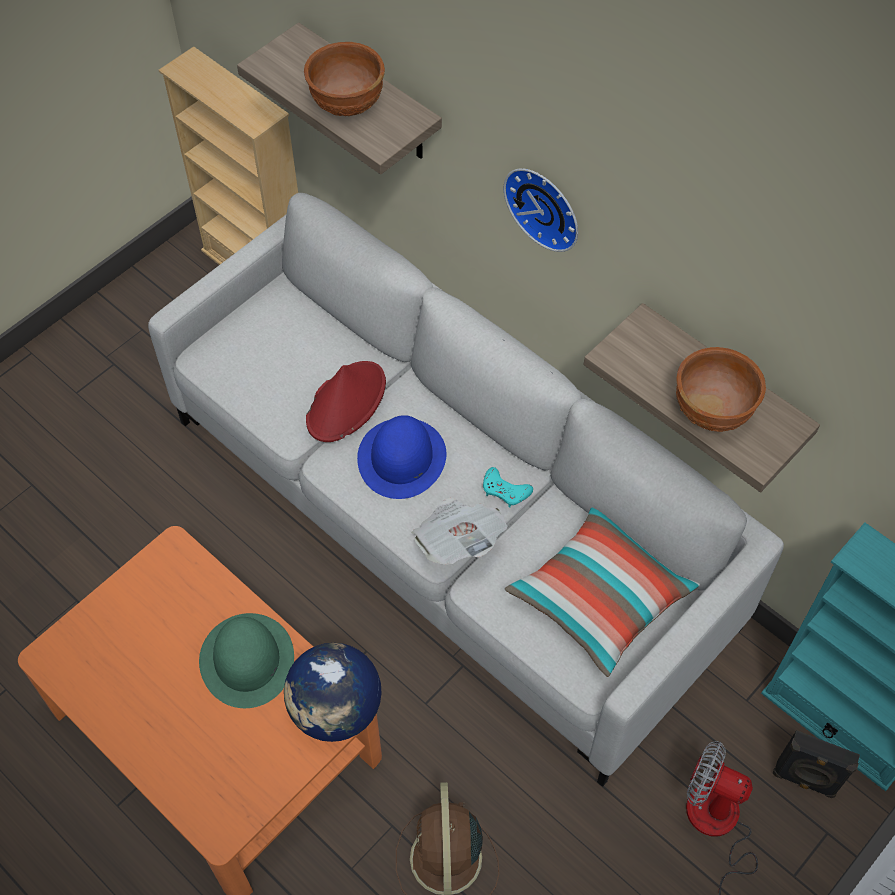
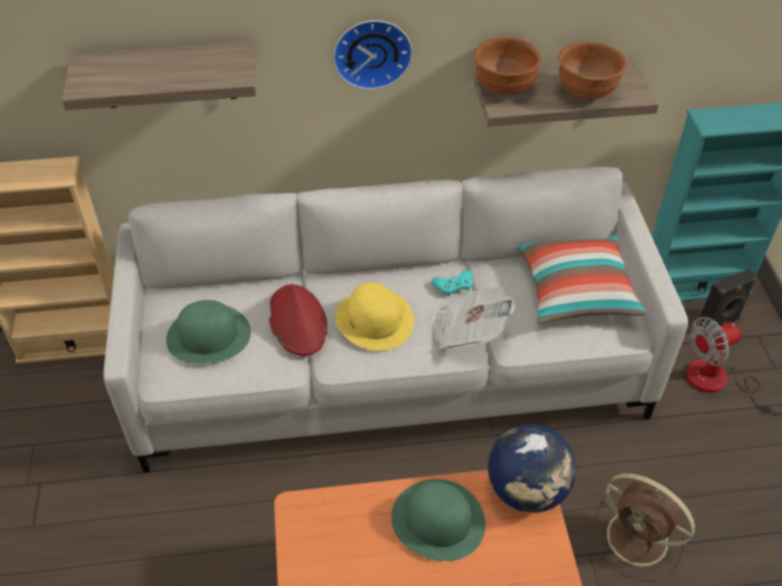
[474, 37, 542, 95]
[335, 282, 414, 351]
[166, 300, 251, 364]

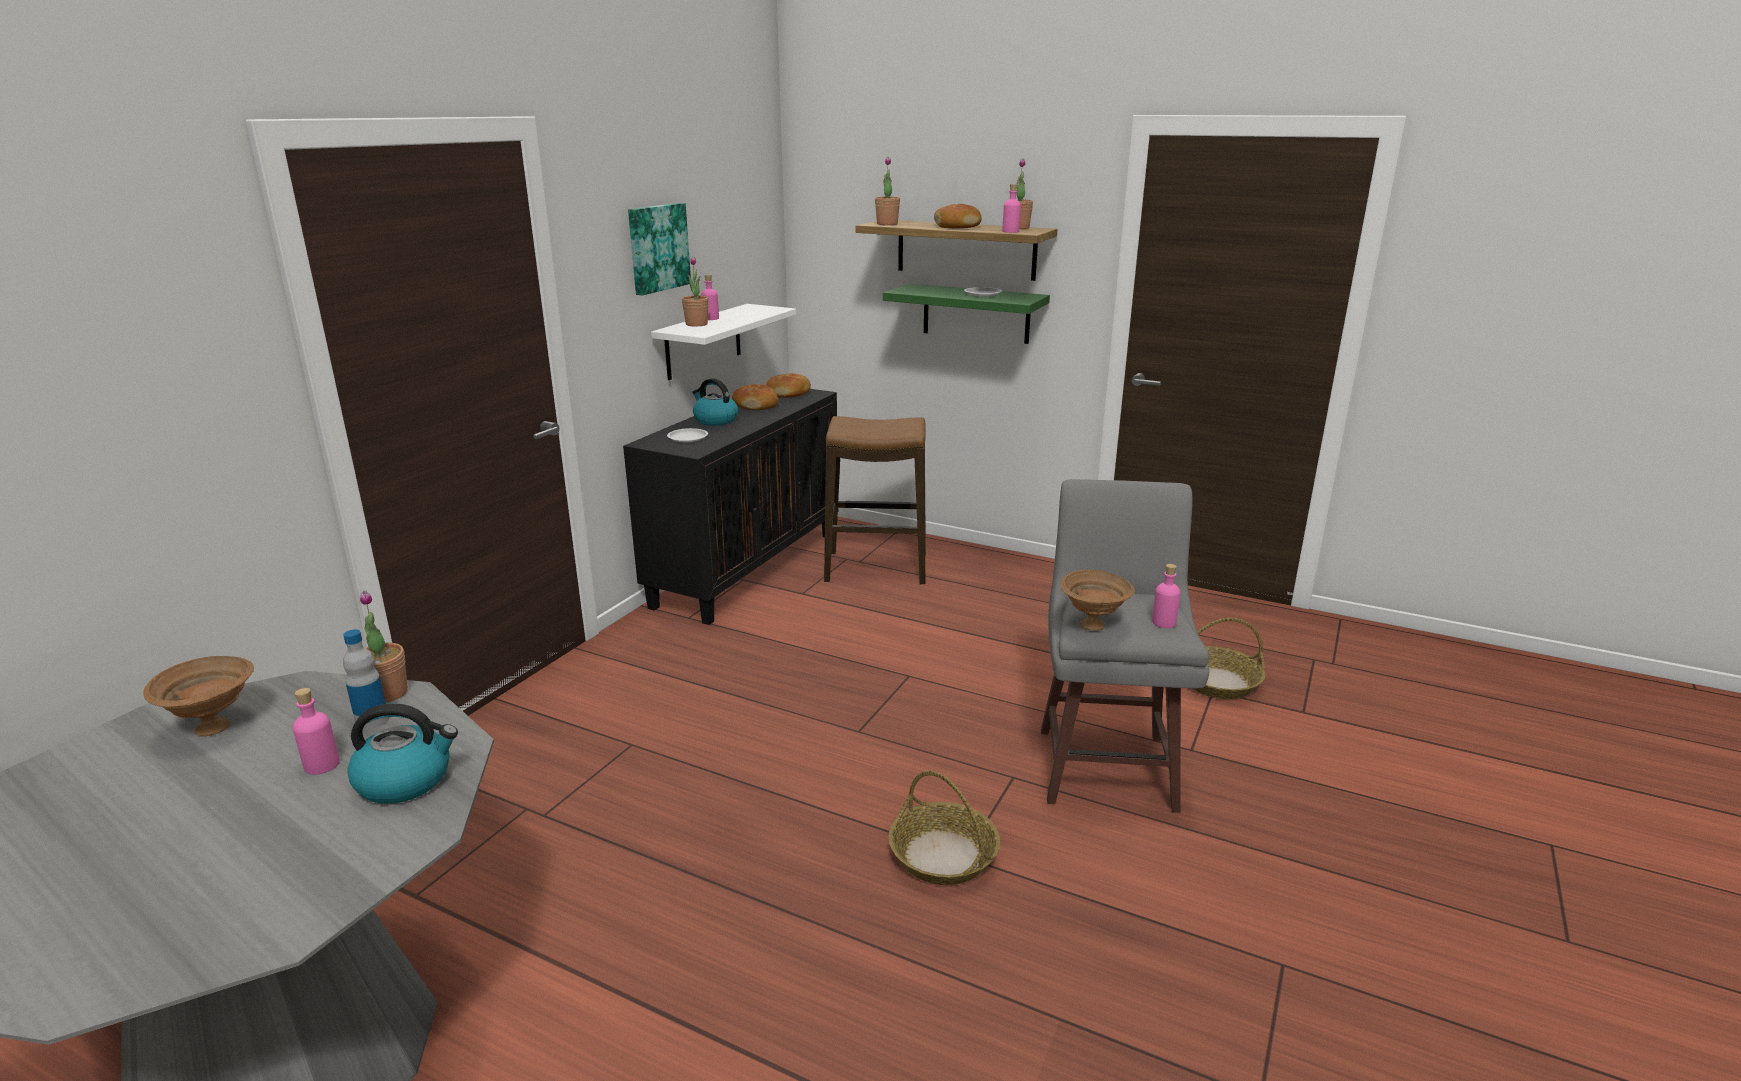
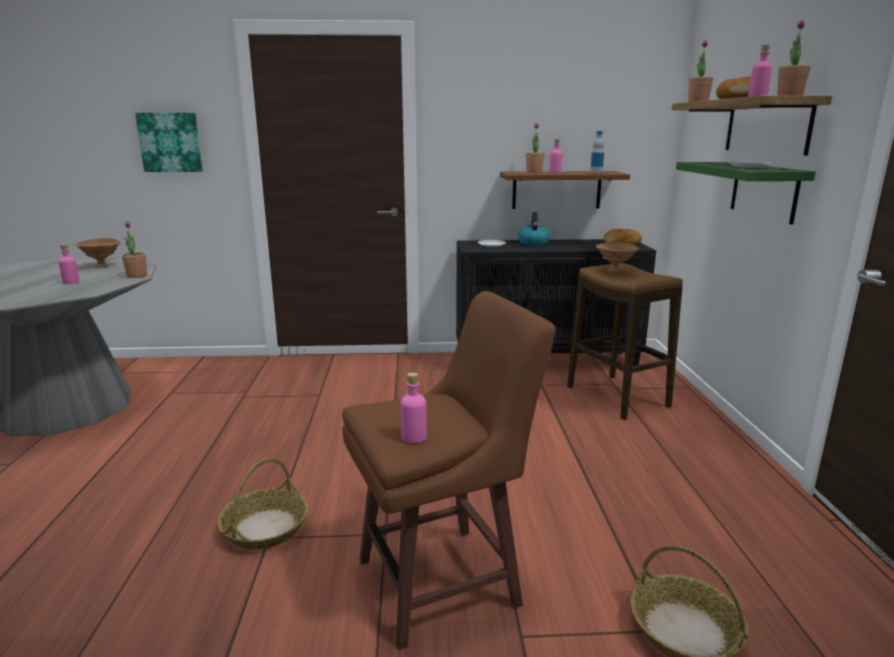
[590, 131, 604, 173]
[347, 703, 458, 804] (first image)
[135, 113, 203, 172]
[500, 171, 630, 209]
[732, 384, 778, 410] (first image)
[342, 291, 556, 650]
[596, 242, 639, 273]

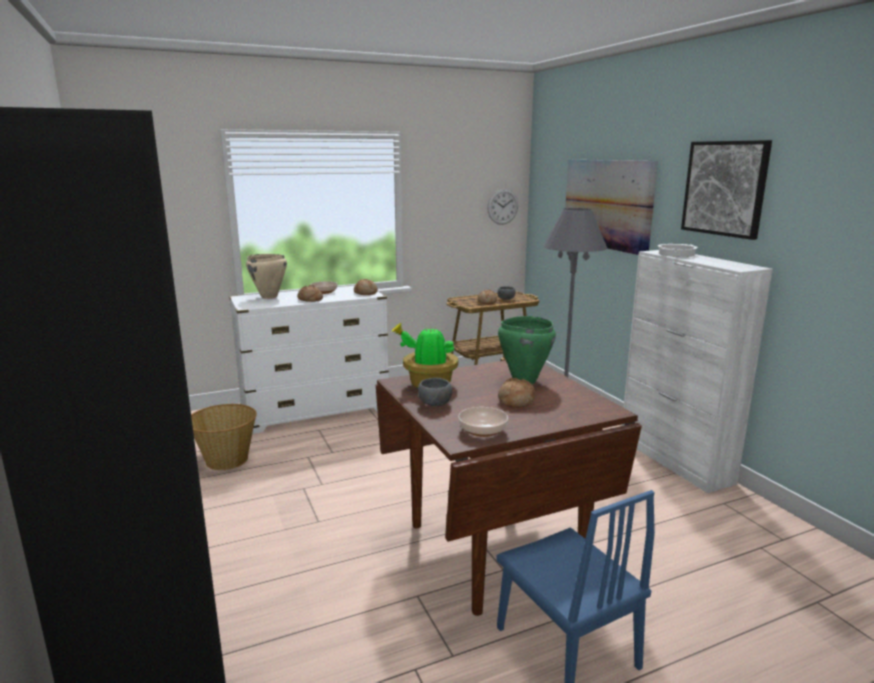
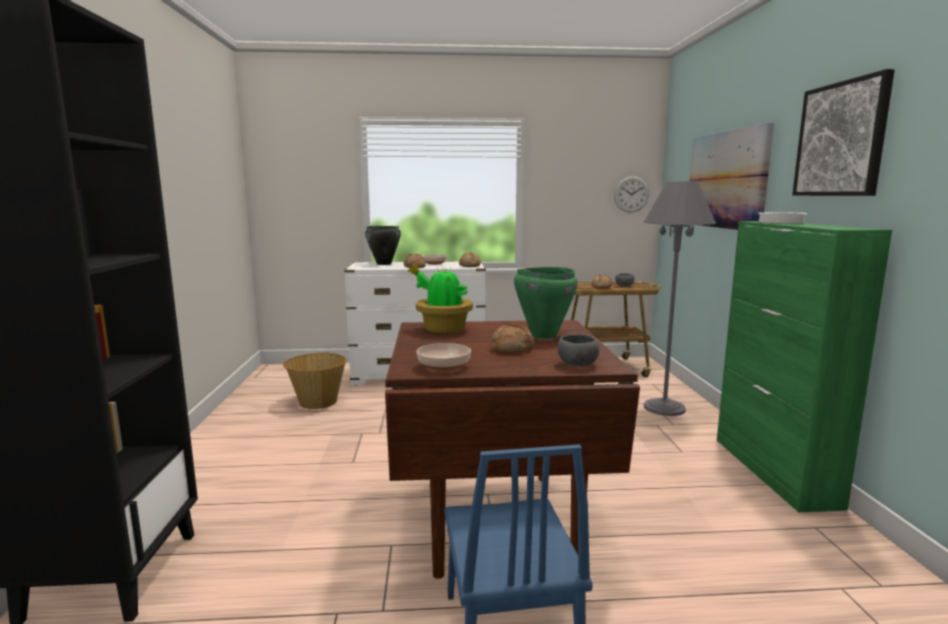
[365, 226, 401, 265]
[557, 334, 599, 367]
[717, 221, 892, 512]

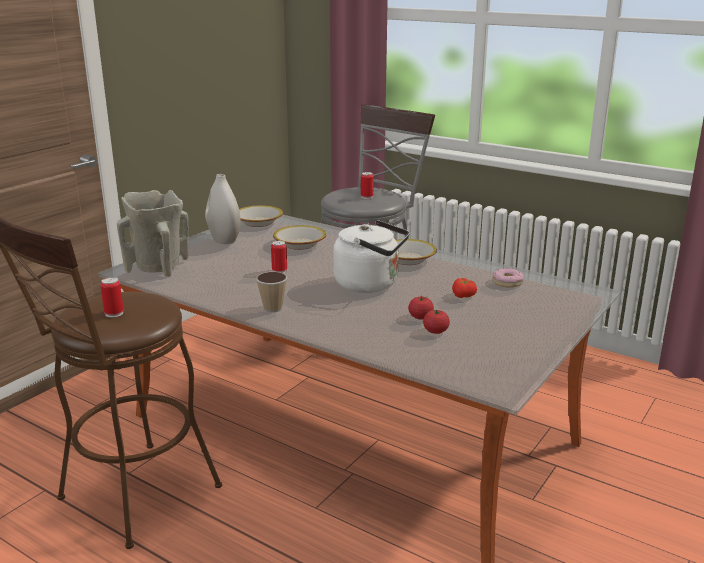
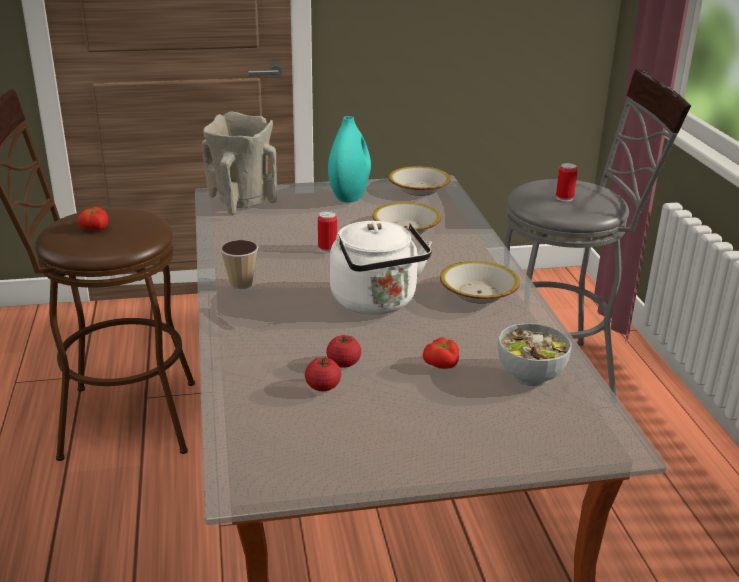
[78, 207, 108, 231]
[328, 116, 371, 202]
[498, 323, 571, 386]

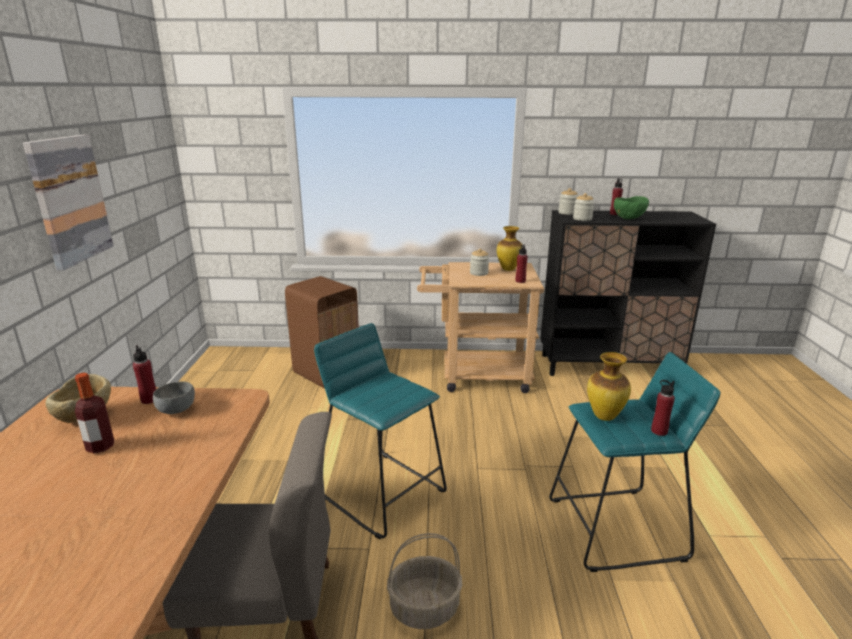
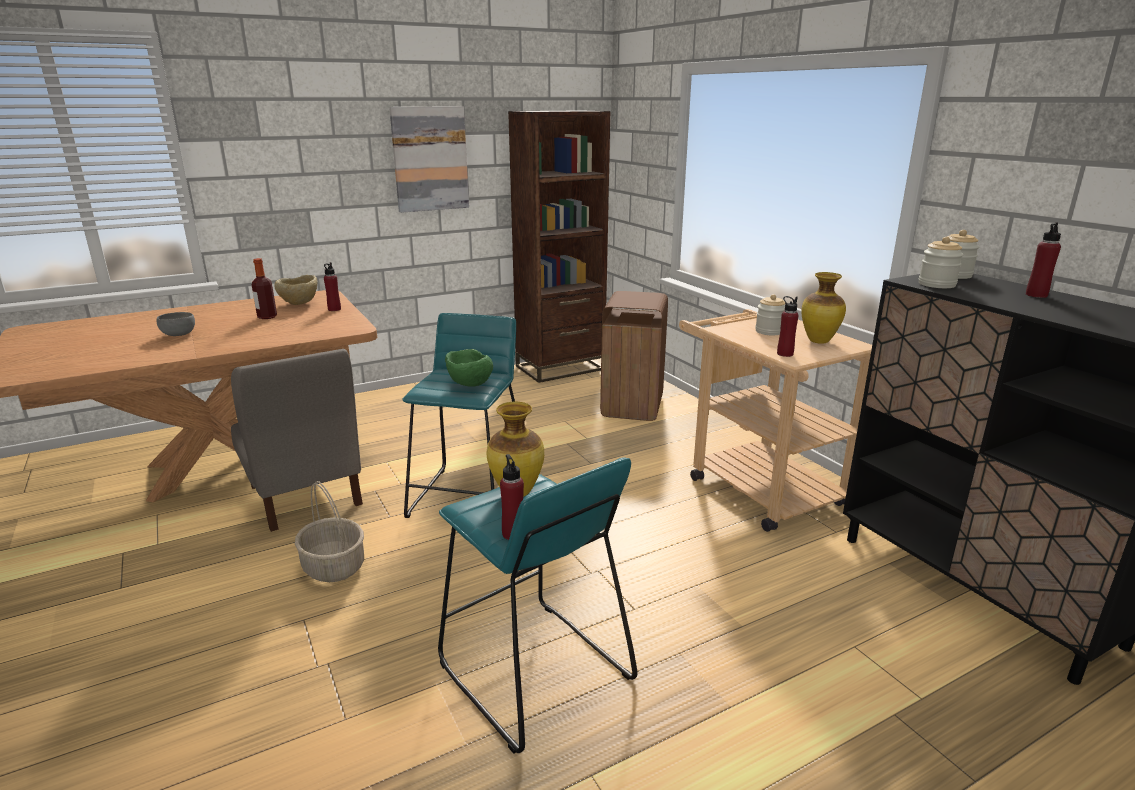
[157, 312, 195, 336]
[445, 349, 493, 387]
[508, 110, 610, 383]

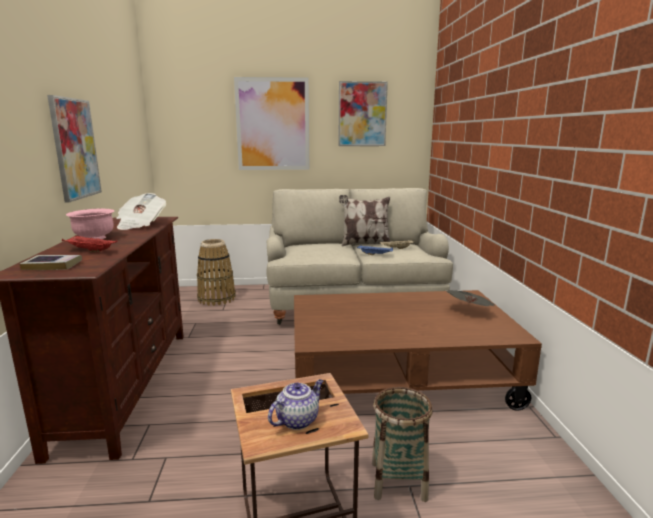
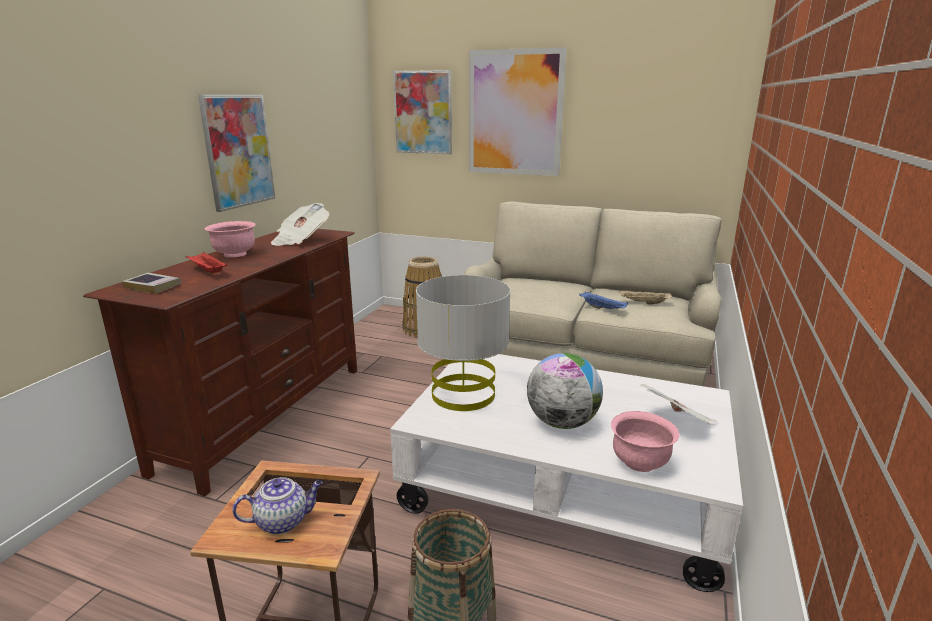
[390, 354, 743, 592]
[393, 70, 452, 154]
[339, 195, 391, 246] (first image)
[416, 275, 511, 411]
[527, 353, 603, 429]
[611, 411, 679, 472]

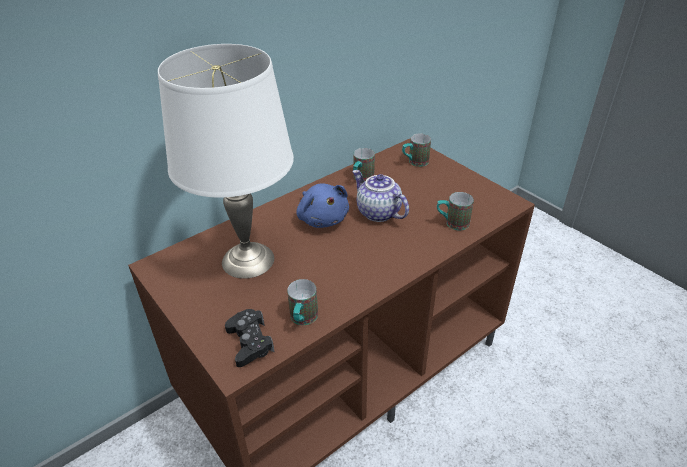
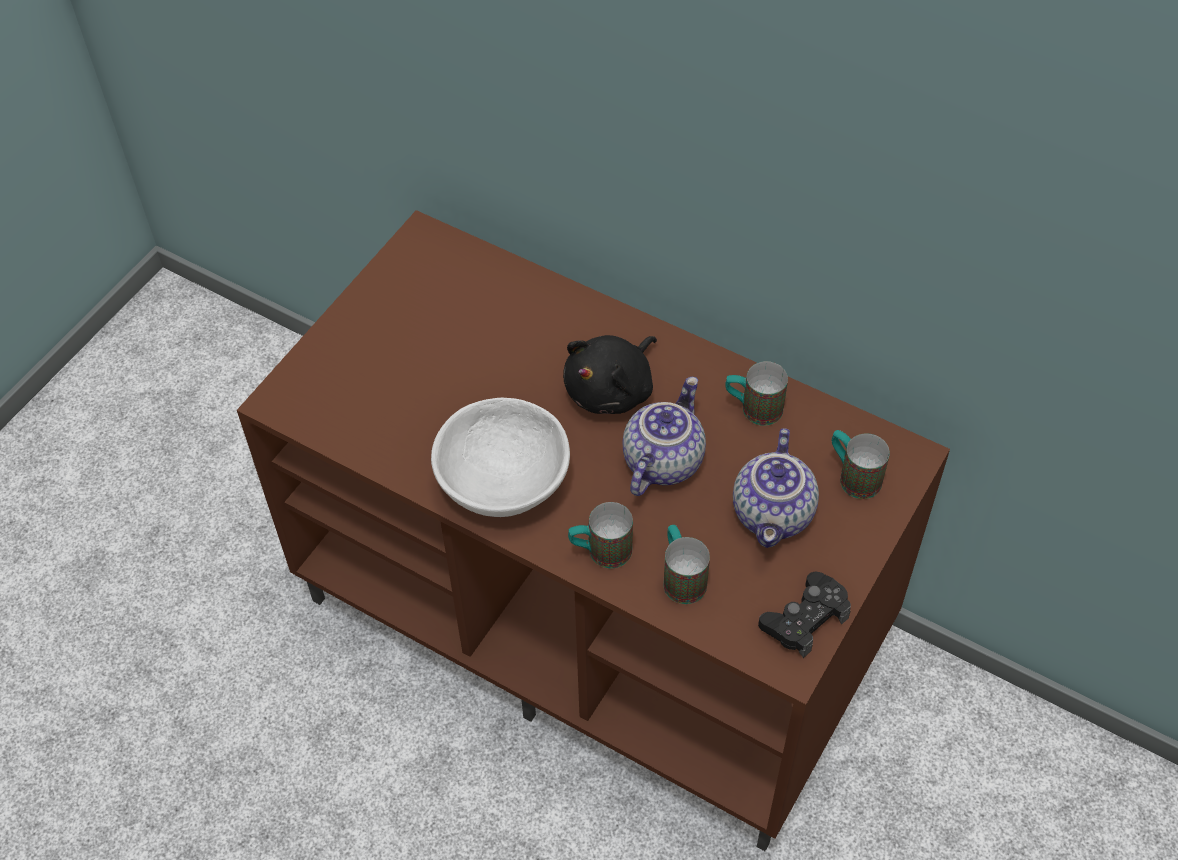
[158, 44, 294, 279] (first image)
[758, 571, 851, 658]
[568, 502, 633, 568]
[563, 335, 657, 414]
[431, 397, 570, 517]
[733, 428, 819, 548]

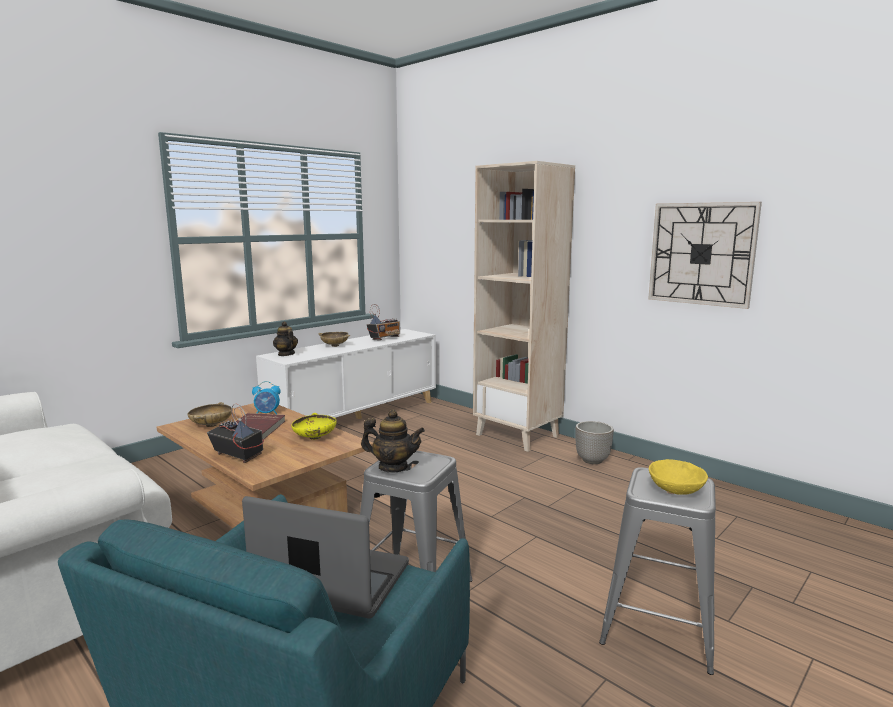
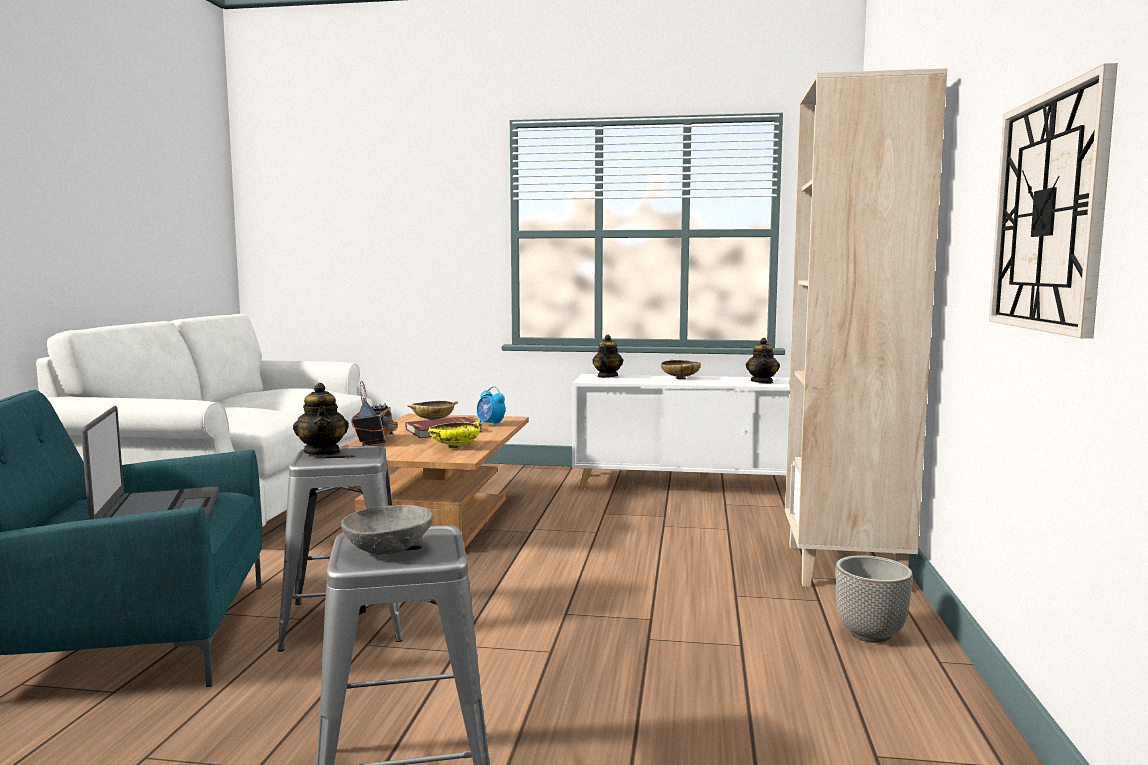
[746, 338, 780, 383]
[341, 505, 433, 555]

